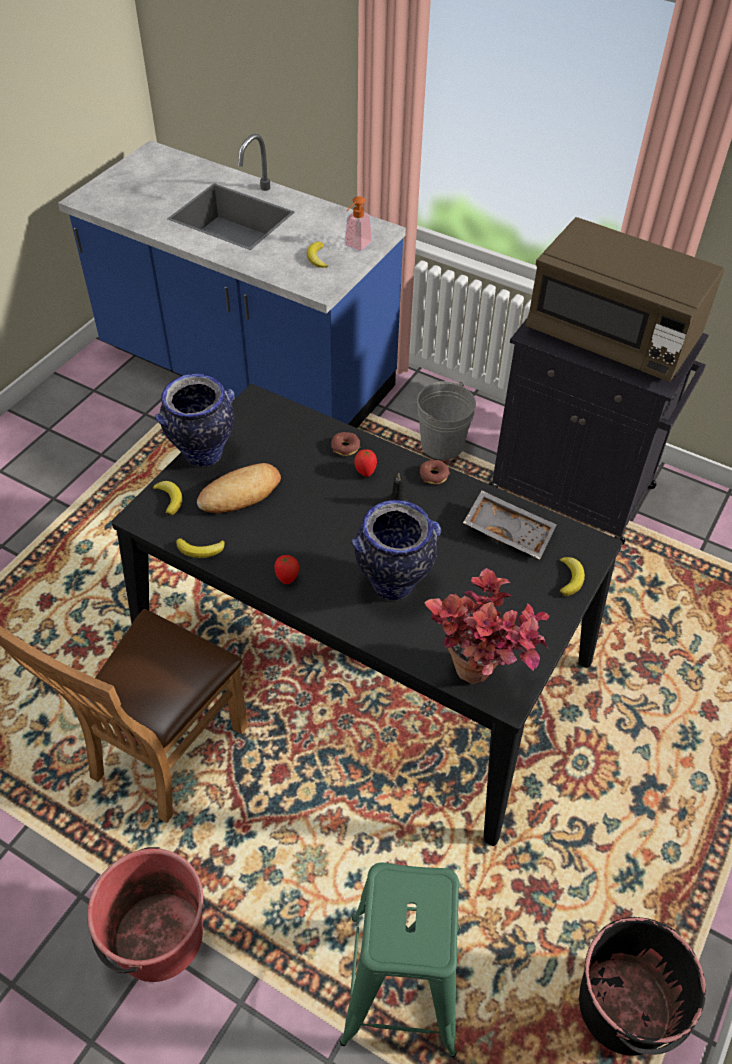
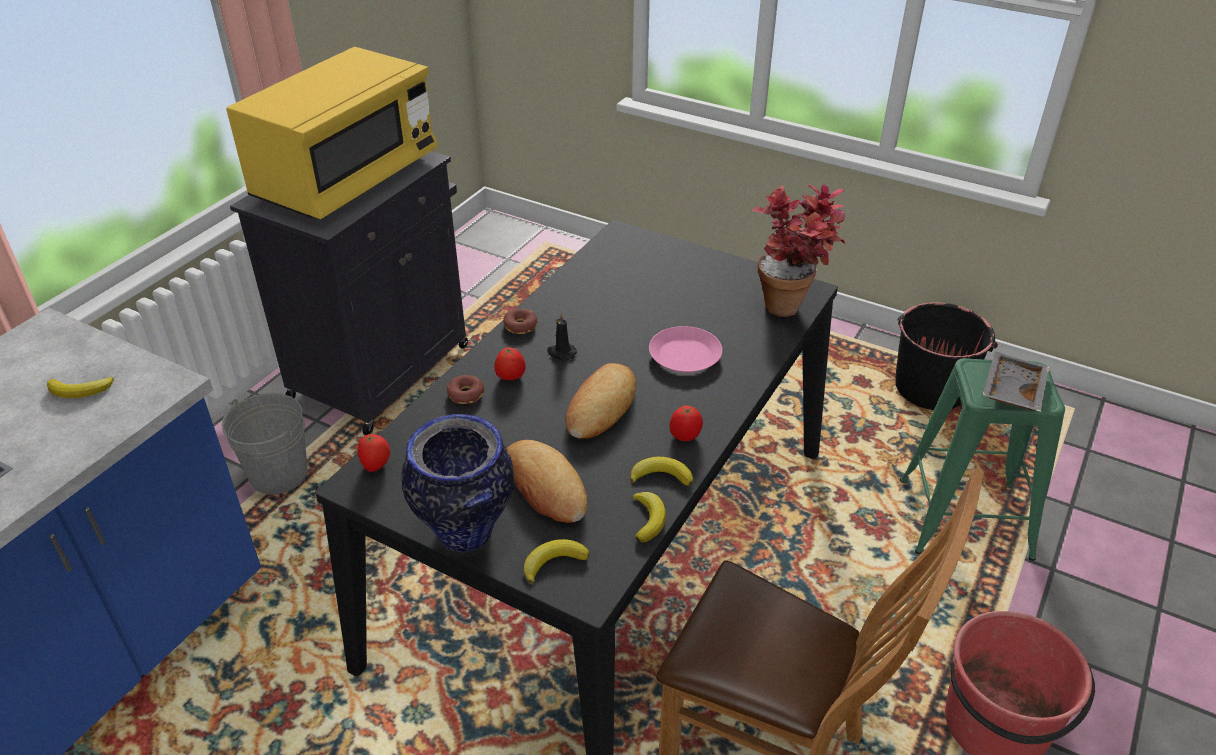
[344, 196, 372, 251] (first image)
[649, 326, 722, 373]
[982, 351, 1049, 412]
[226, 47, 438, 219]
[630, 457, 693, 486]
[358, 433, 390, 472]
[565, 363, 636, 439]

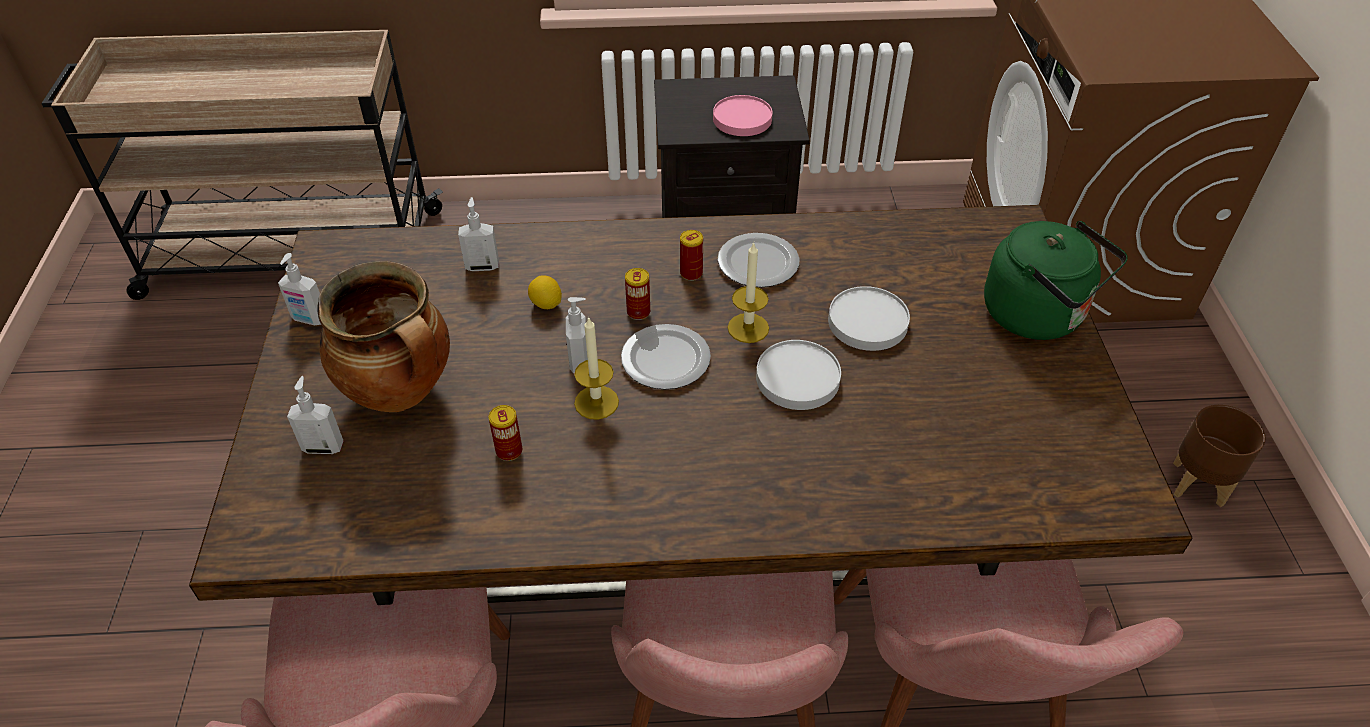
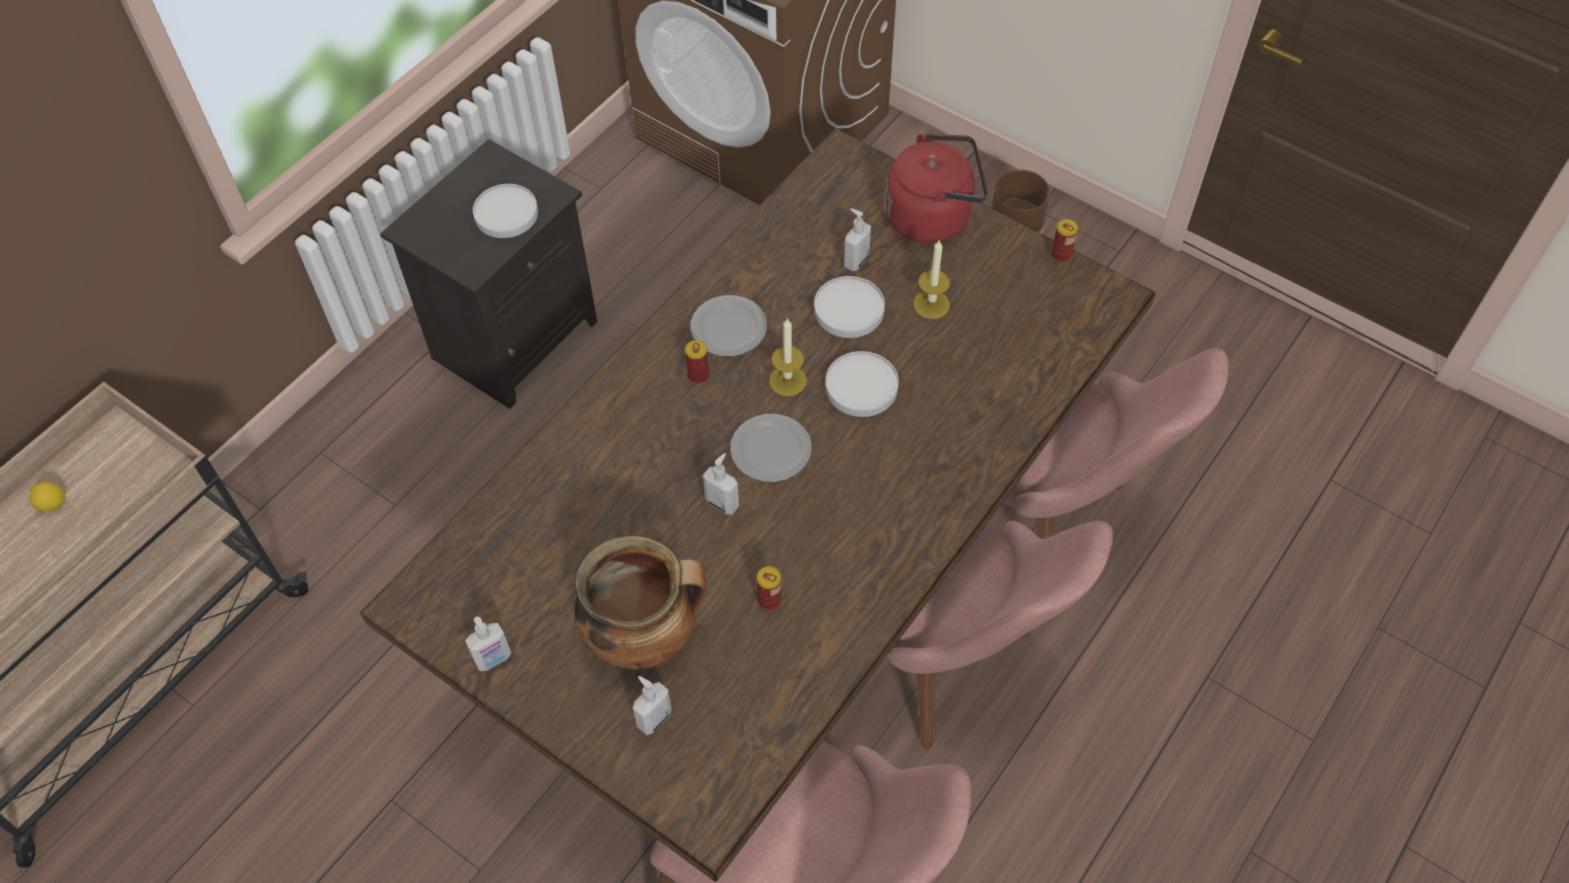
[844, 209, 871, 271]
[29, 482, 66, 512]
[913, 241, 950, 319]
[1051, 219, 1078, 263]
[473, 184, 538, 238]
[885, 134, 988, 243]

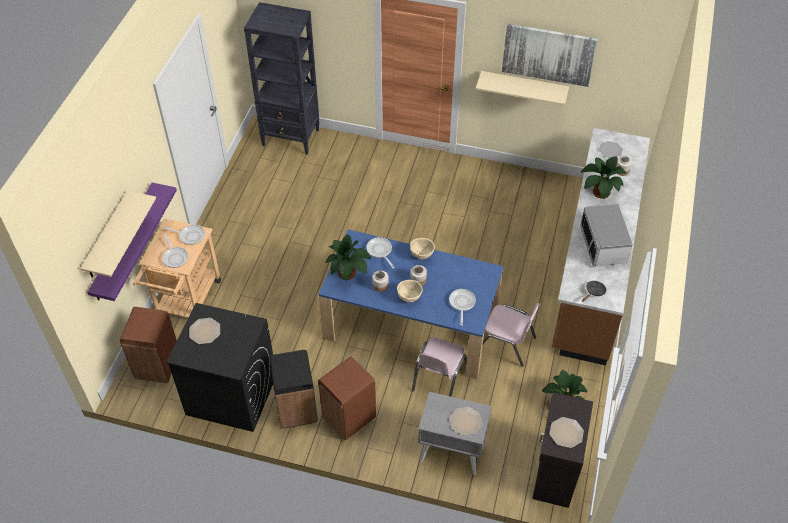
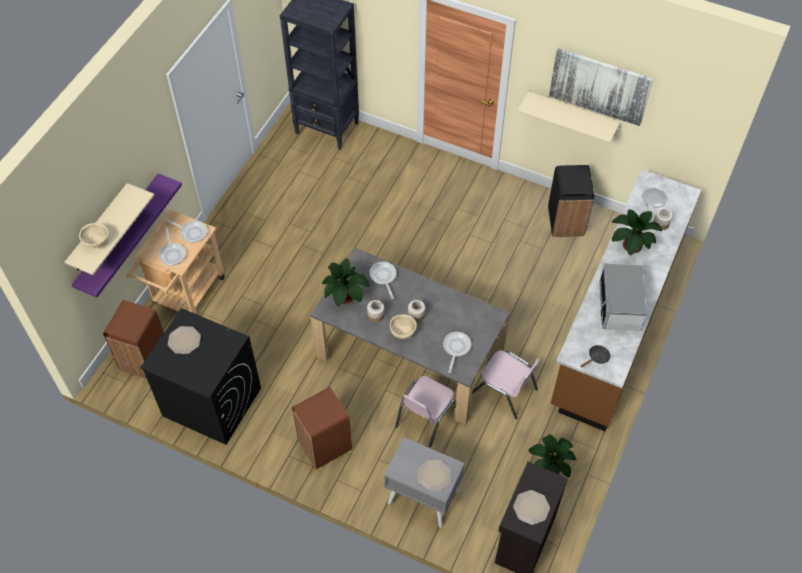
[548, 165, 594, 237]
[310, 248, 510, 425]
[79, 223, 109, 248]

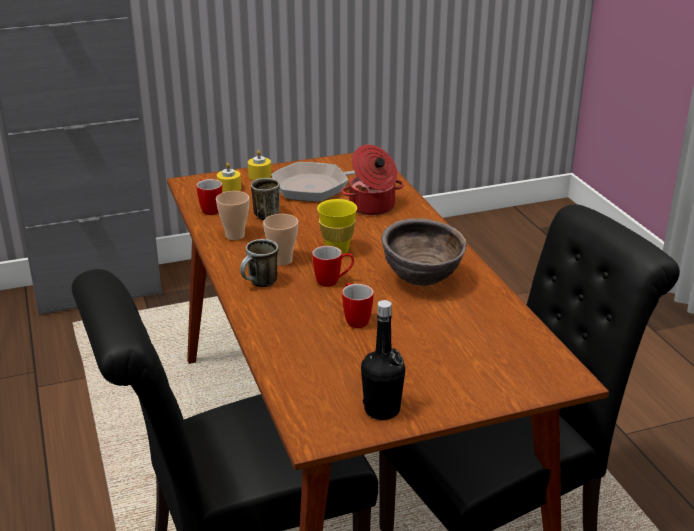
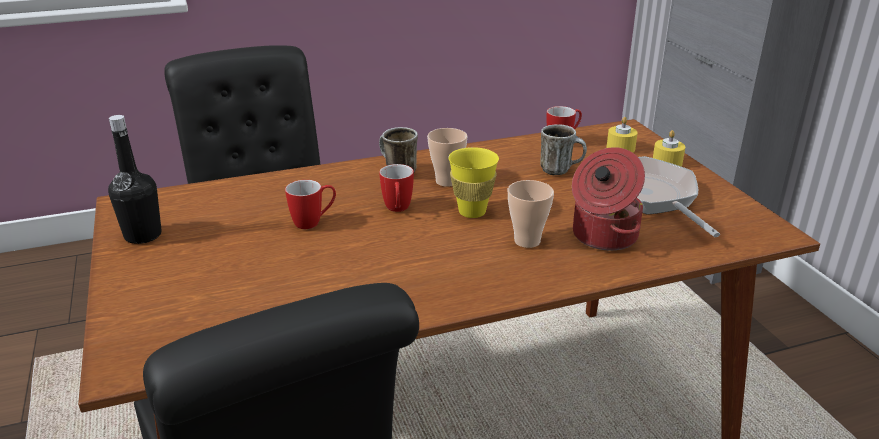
[508, 180, 554, 248]
[381, 218, 467, 286] (first image)

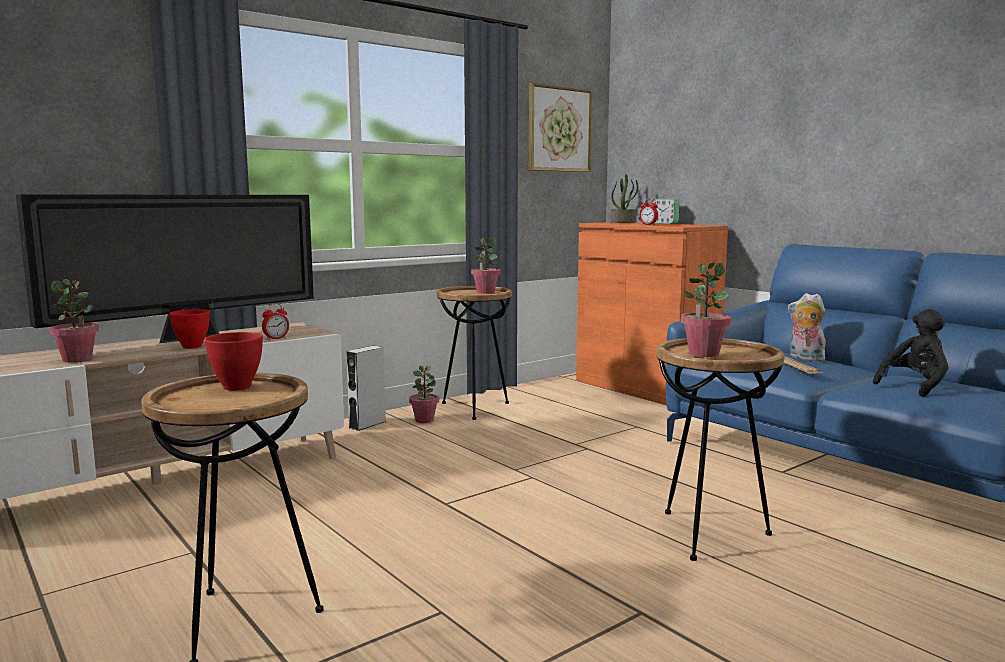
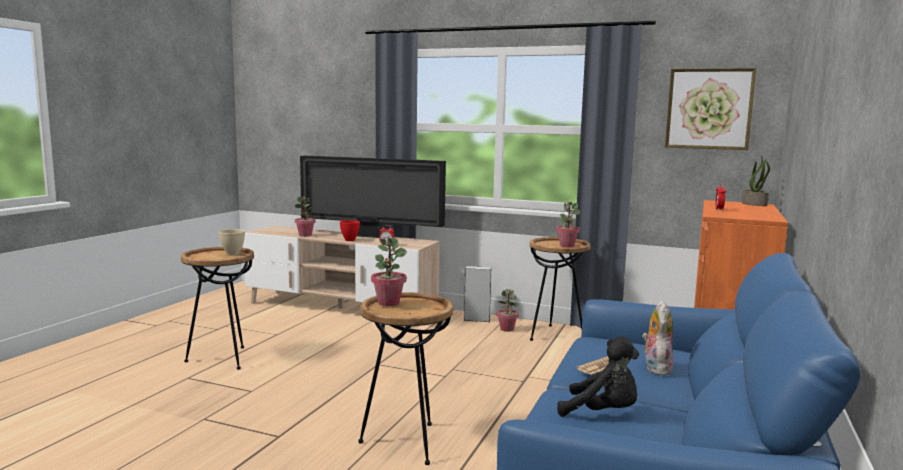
[219, 229, 245, 255]
[650, 198, 680, 224] (first image)

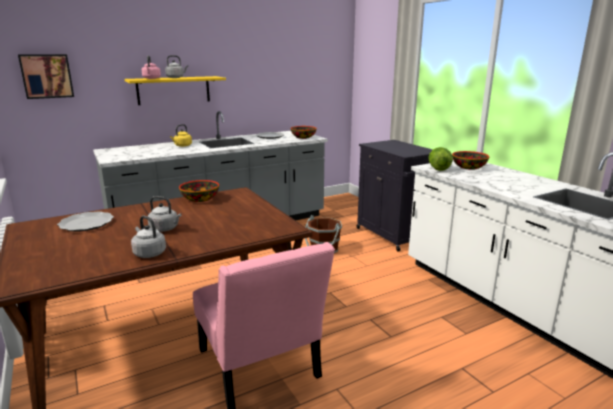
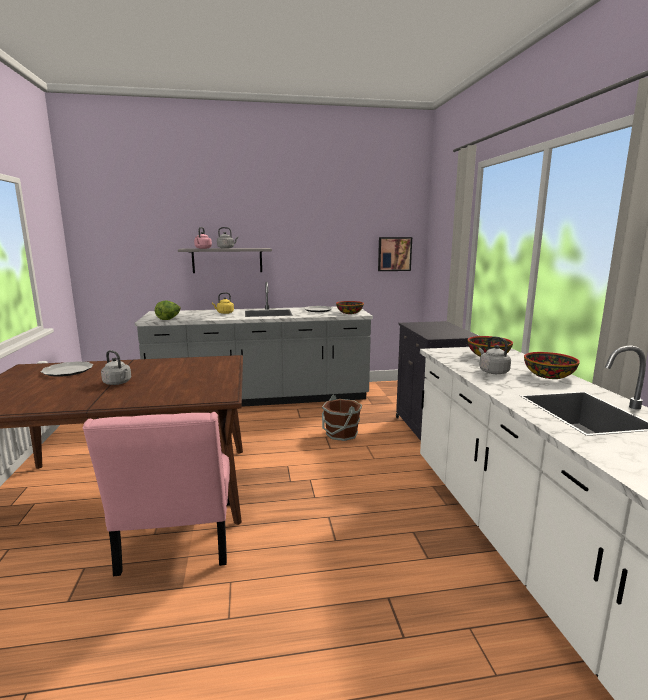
[378, 237, 412, 271]
[178, 248, 272, 273]
[479, 336, 511, 374]
[524, 352, 580, 379]
[155, 301, 181, 320]

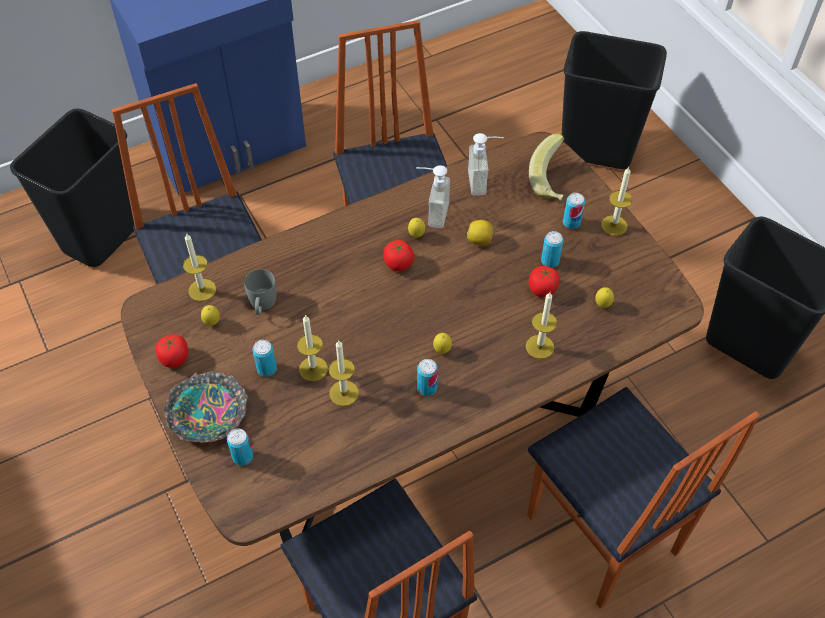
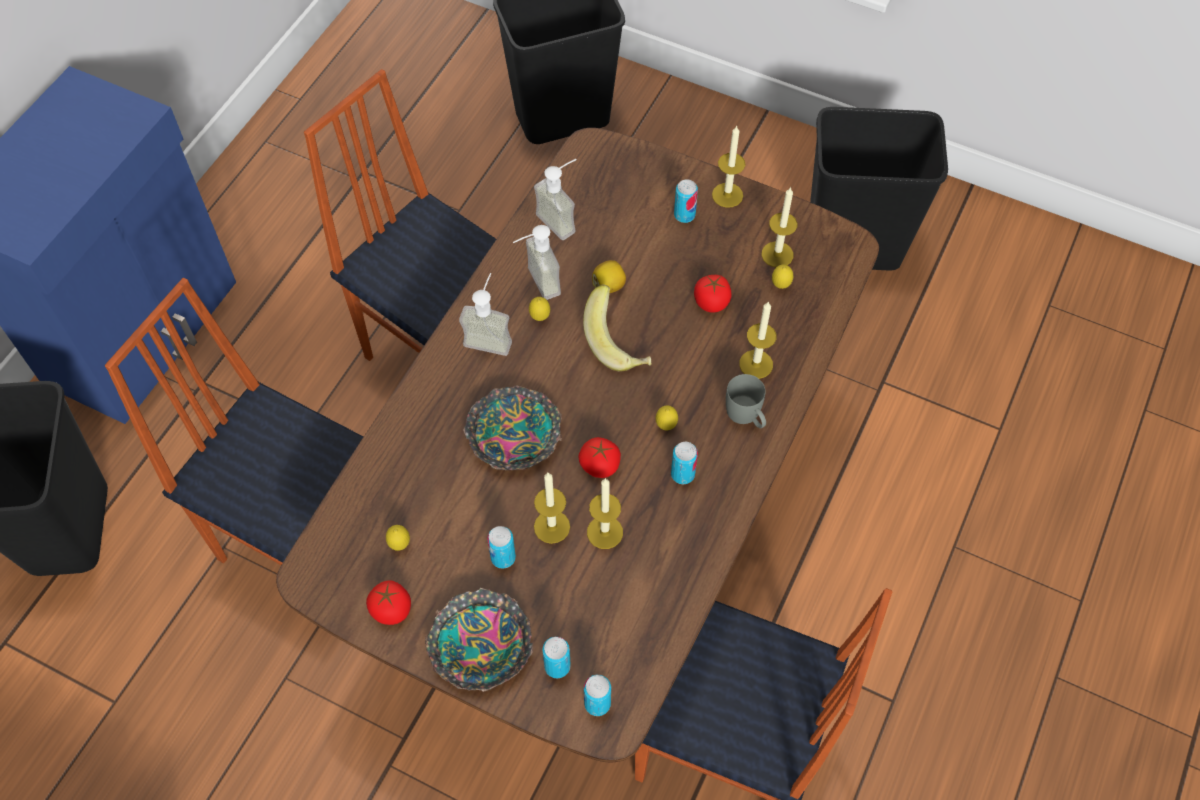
[761, 187, 797, 267]
[726, 374, 766, 428]
[578, 437, 621, 478]
[527, 387, 760, 608] (first image)
[583, 284, 651, 372]
[584, 675, 611, 716]
[459, 273, 512, 356]
[463, 385, 562, 470]

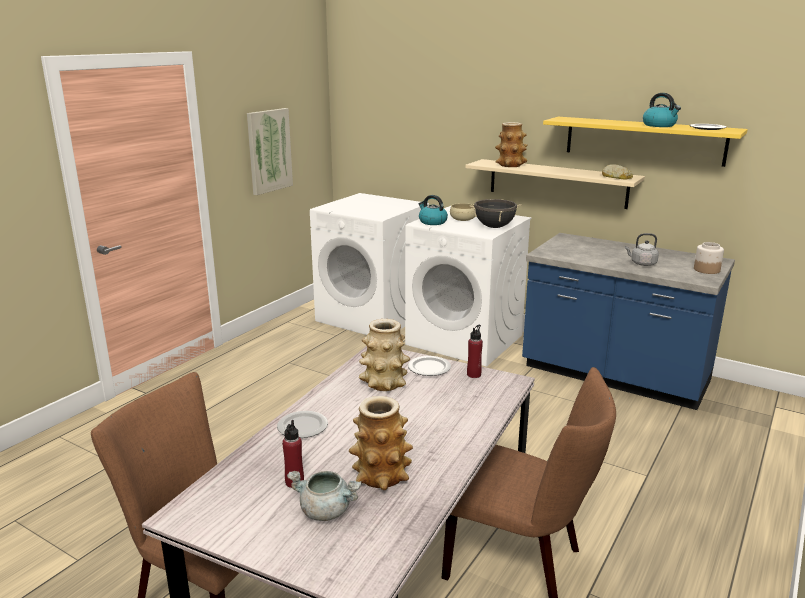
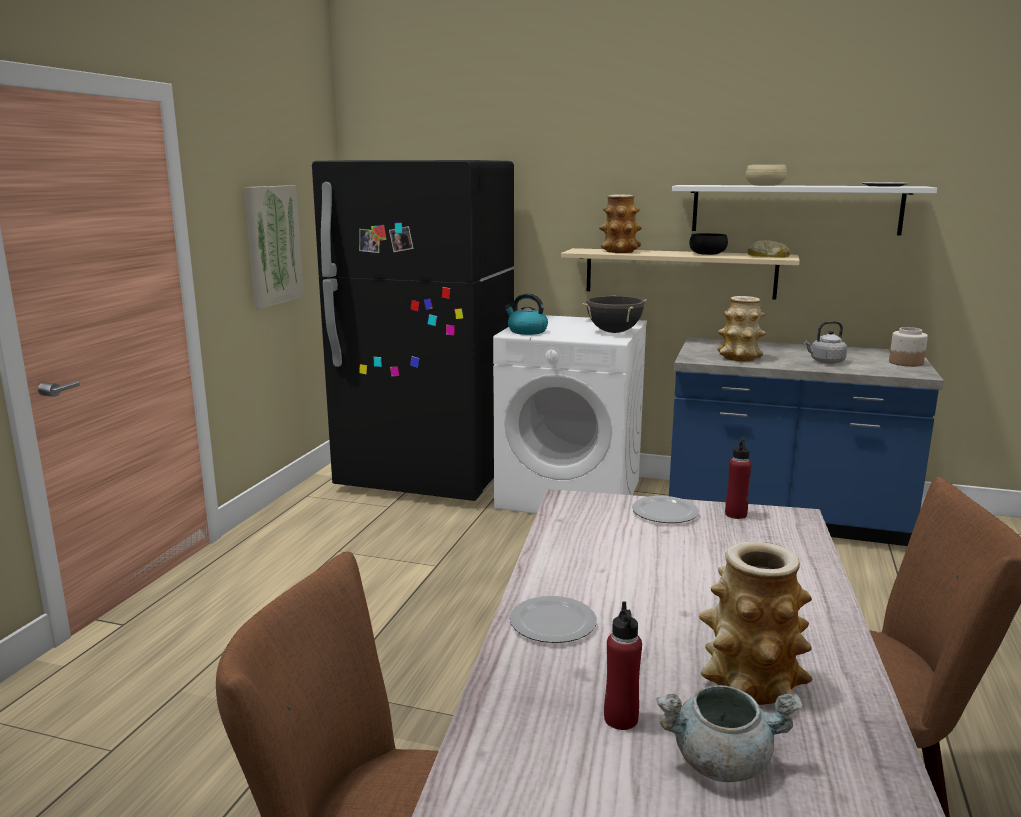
[312, 160, 514, 501]
[717, 296, 766, 361]
[746, 165, 787, 186]
[672, 185, 937, 235]
[643, 93, 681, 127] (first image)
[689, 233, 728, 255]

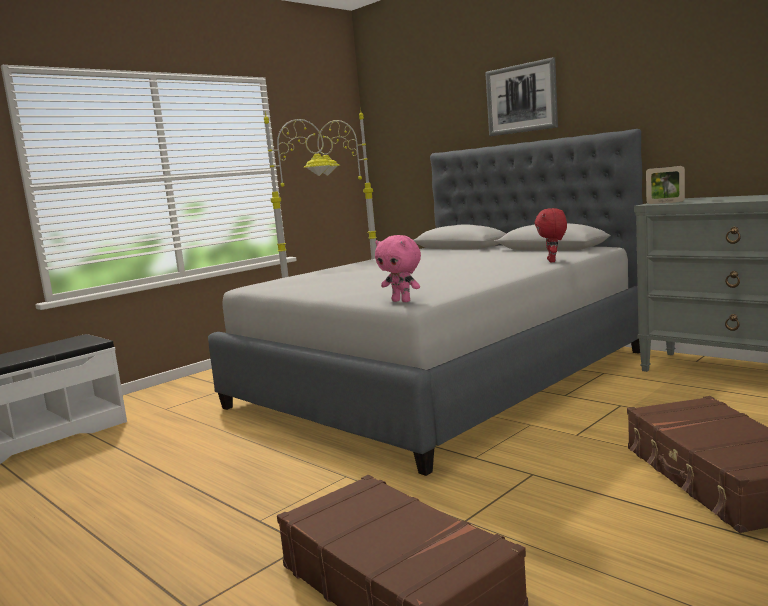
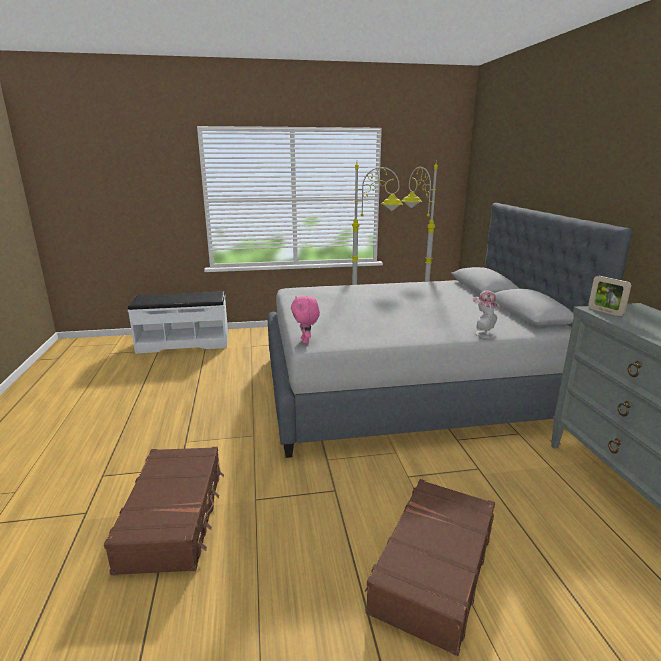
[485, 57, 558, 136] (first image)
[473, 291, 499, 338]

